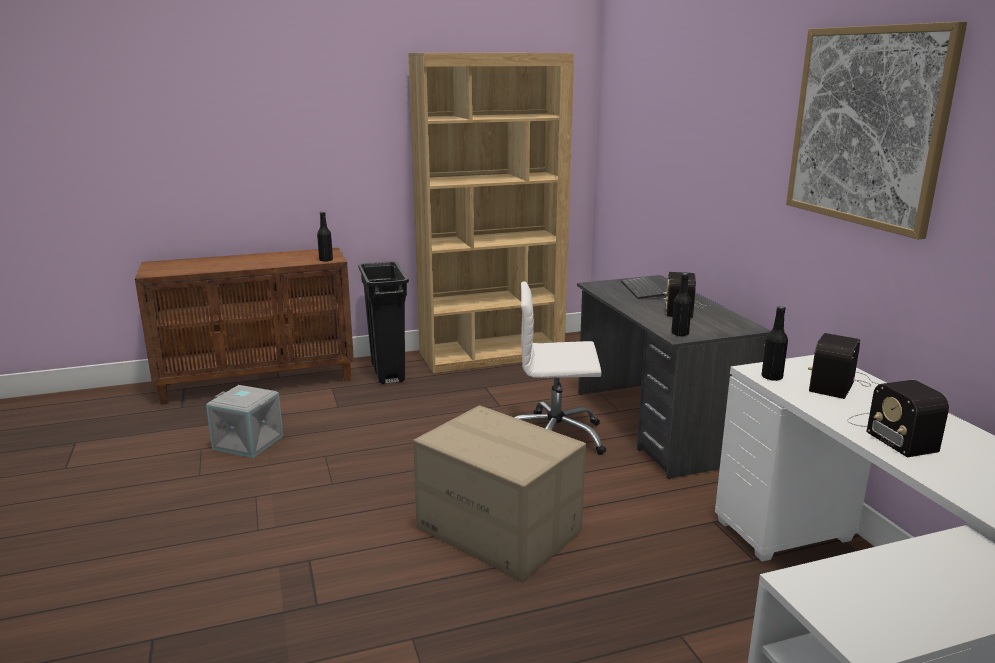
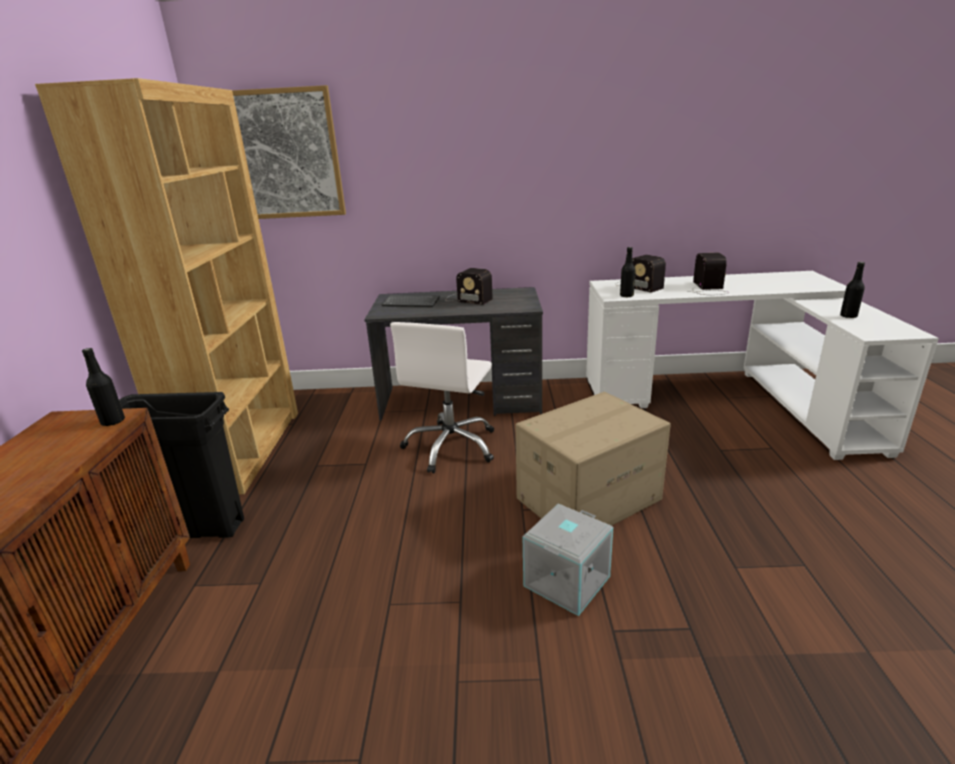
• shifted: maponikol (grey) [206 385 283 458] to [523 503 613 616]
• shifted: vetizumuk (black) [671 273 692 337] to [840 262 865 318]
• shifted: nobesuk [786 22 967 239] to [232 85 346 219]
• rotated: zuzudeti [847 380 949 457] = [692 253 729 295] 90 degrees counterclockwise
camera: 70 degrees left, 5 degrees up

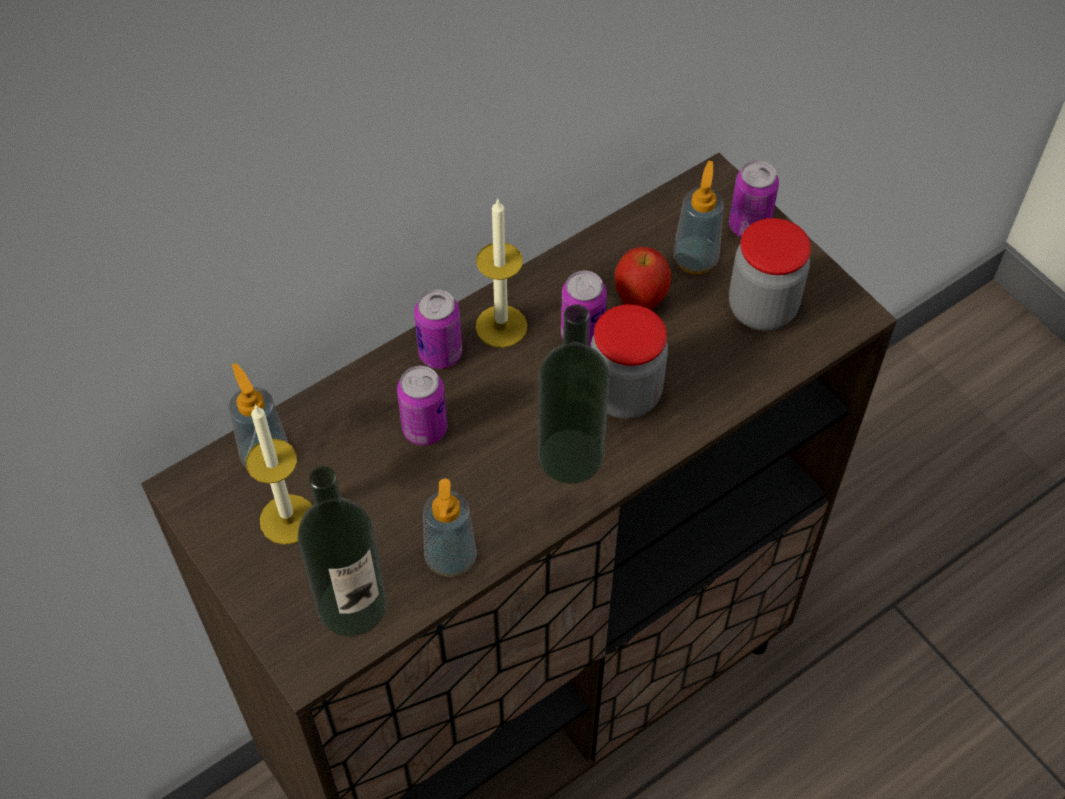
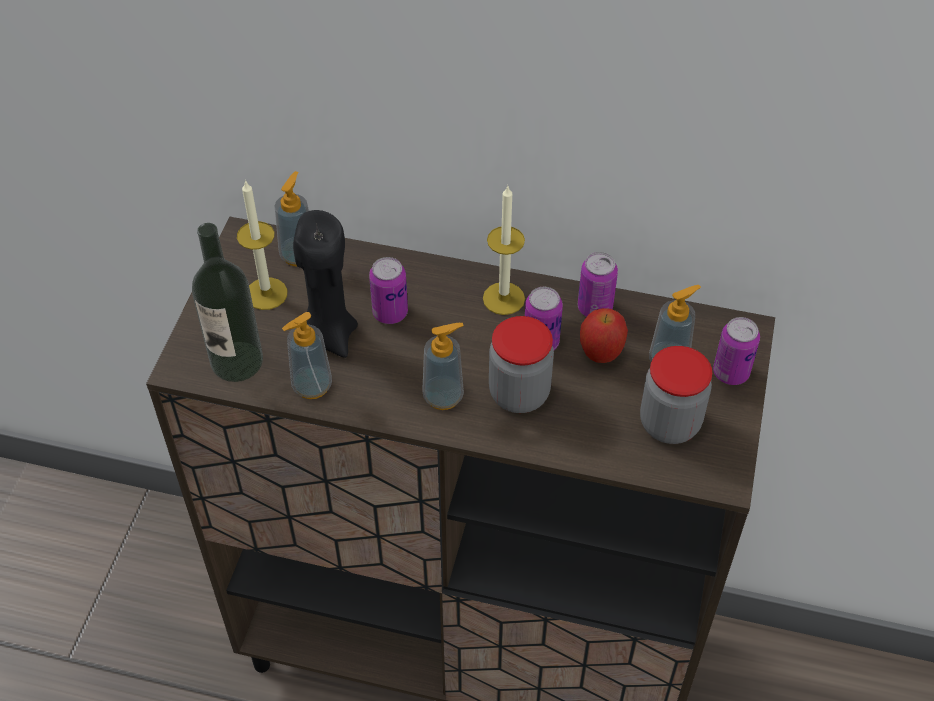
• new: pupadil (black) [293 210 358 358]
• shifted: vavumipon [414 289 462 369] to [578 252 618 317]
• swapped: vetizumuk [538 304 610 484] to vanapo [422 323 464 410]
camera: 50 degrees right, 5 degrees down

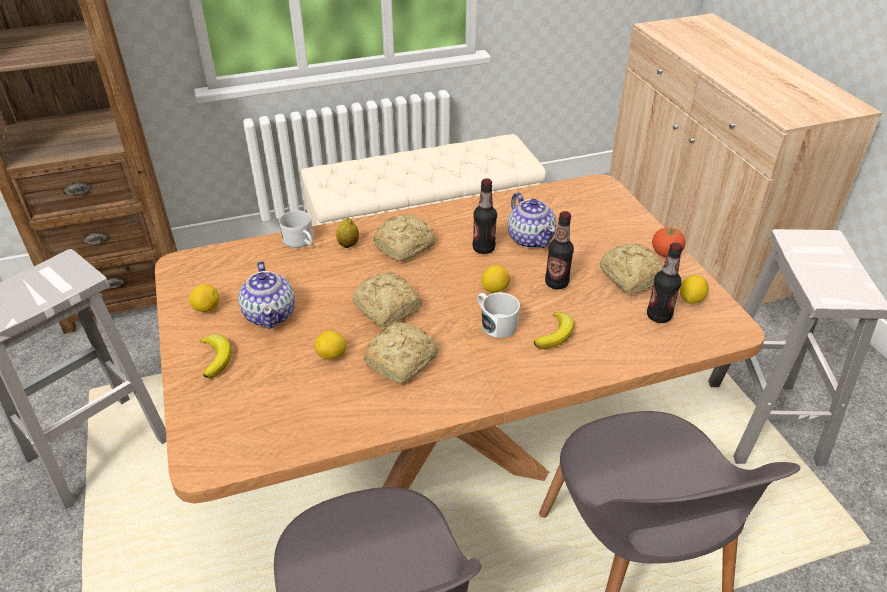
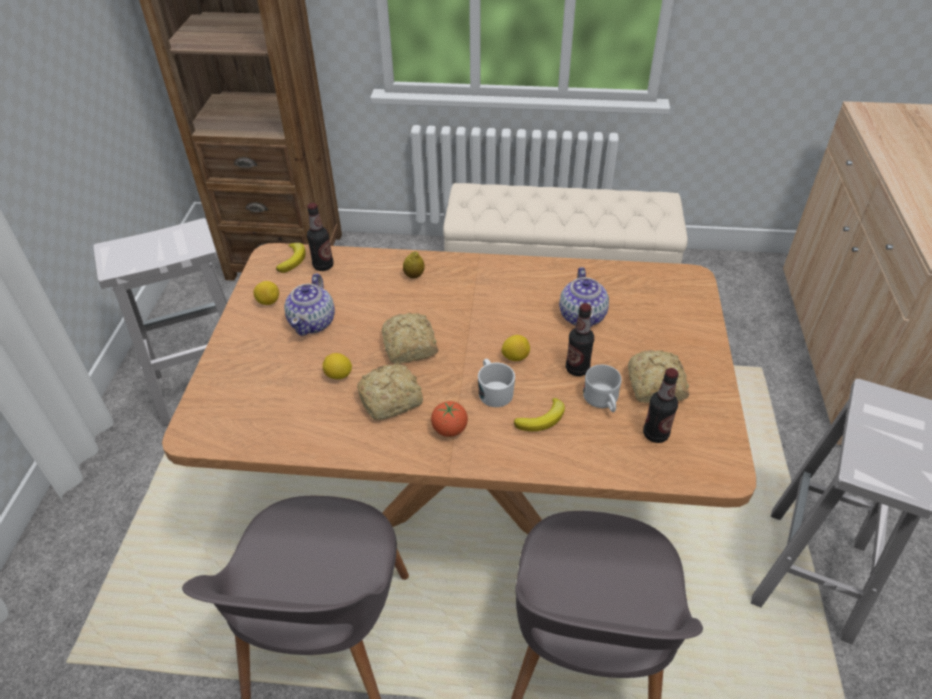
• gone: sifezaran [373 214 436 261]
• gone: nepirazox [680 275 709 304]
• shifted: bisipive [200 334 232 379] to [276 243 306 273]
• shifted: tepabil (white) [279 210 314 248] to [583 365 622 412]
• shifted: vetizumuk [473 178 497 254] to [307 203 333 271]
• shifted: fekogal [652 227 686 257] to [431 401 468 437]
camera: 25 degrees right, 5 degrees up

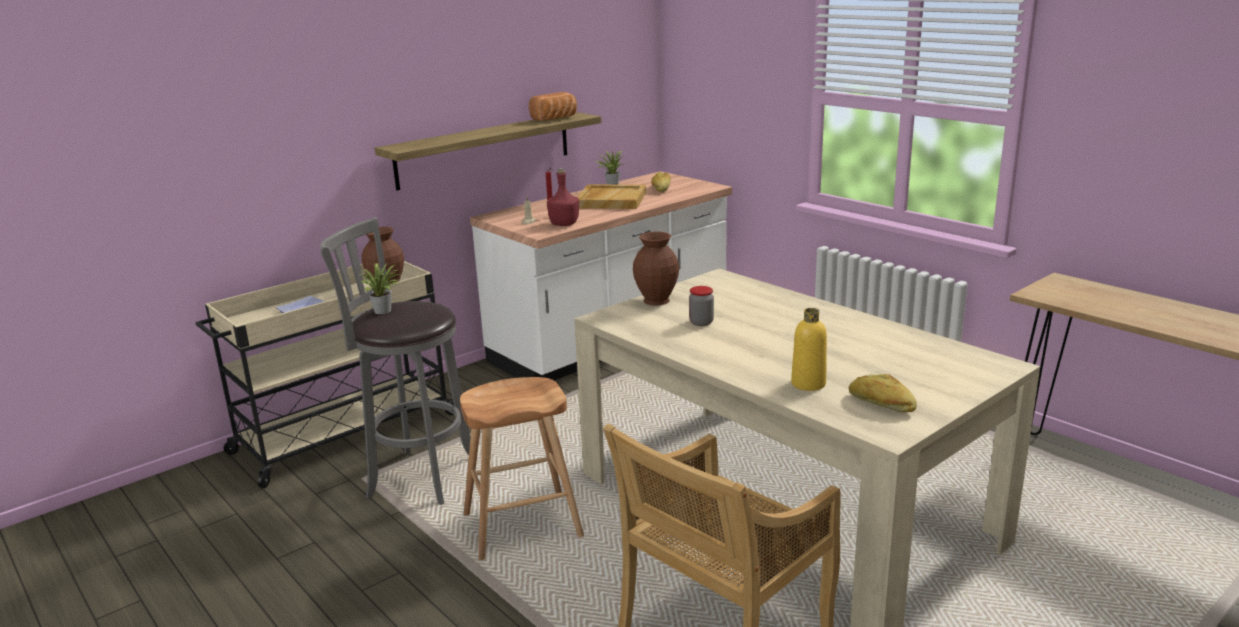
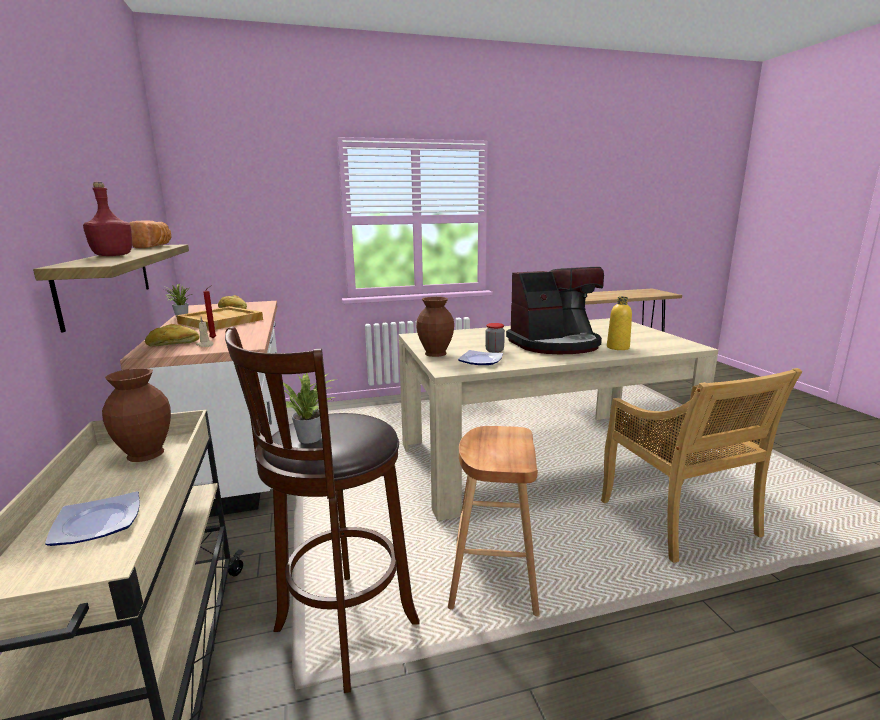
• new: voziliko [458 350 503 365]
• new: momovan [506 267 604 354]
• shifted: vetizumuk (red) [547 168 579 226] to [83 182 132 256]
• shifted: sifezaran [849 374 917 412] to [145 324 200 346]
• repainted: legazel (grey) [320 217 478 505] to legazel (brown) [225 327 420 693]
camera: 65 degrees left, 5 degrees down

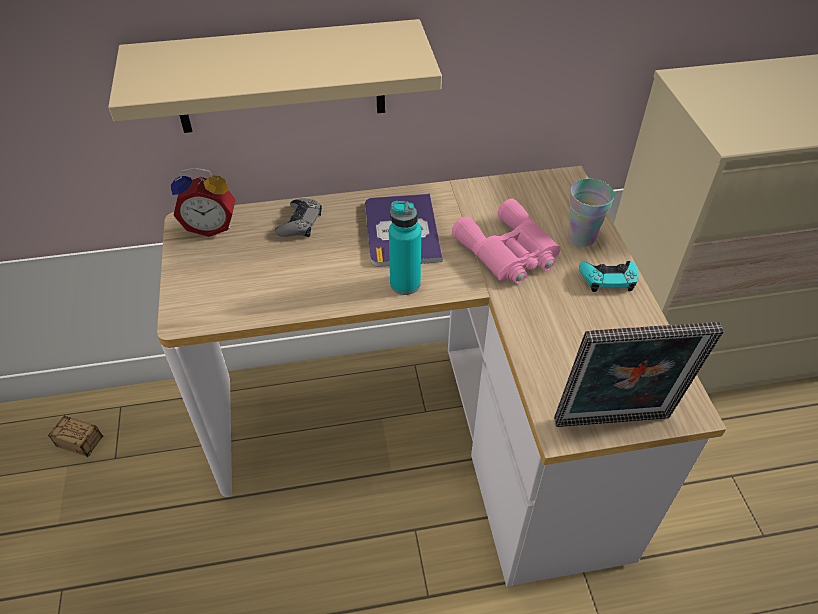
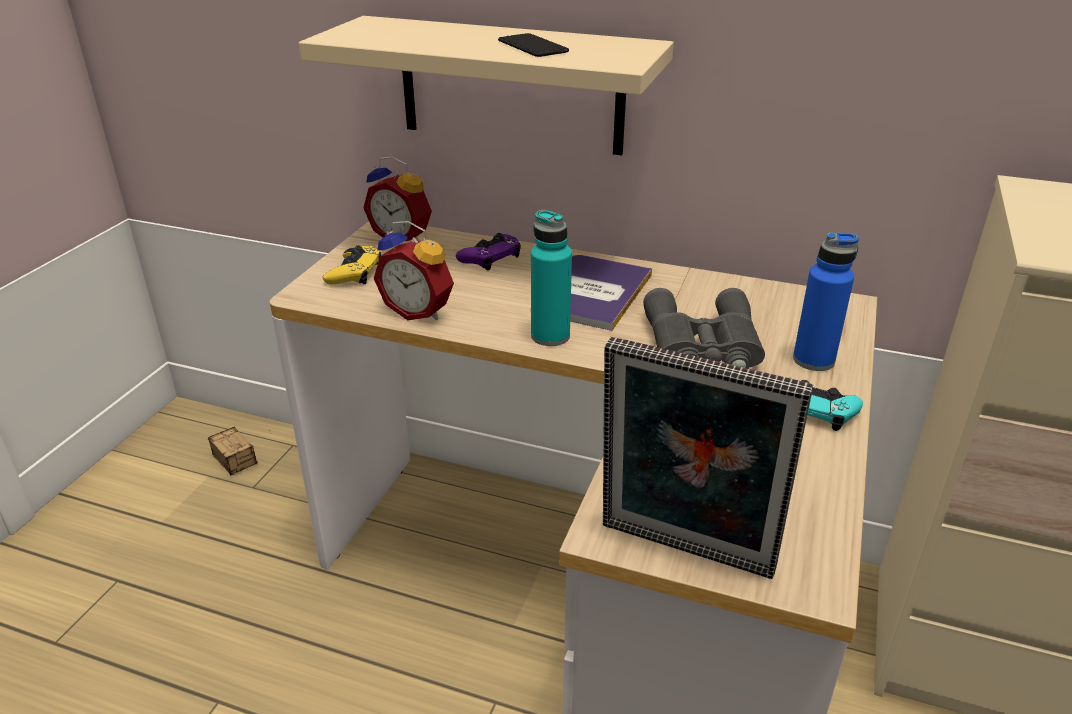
• new: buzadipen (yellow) [322 245 381 284]
• new: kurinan [374 221 454 320]
• new: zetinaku [498 33 569 57]
• swapped: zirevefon [568 179 615 247] to vetizumuk (blue) [793 232 859 371]
• repainted: buzadipen (grey) [275 198 322 237] to buzadipen (purple) [456 233 521 270]
• repainted: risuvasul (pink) [452 199 561 284] to risuvasul (grey) [643 288 765 369]
camera: 30 degrees right, 15 degrees down

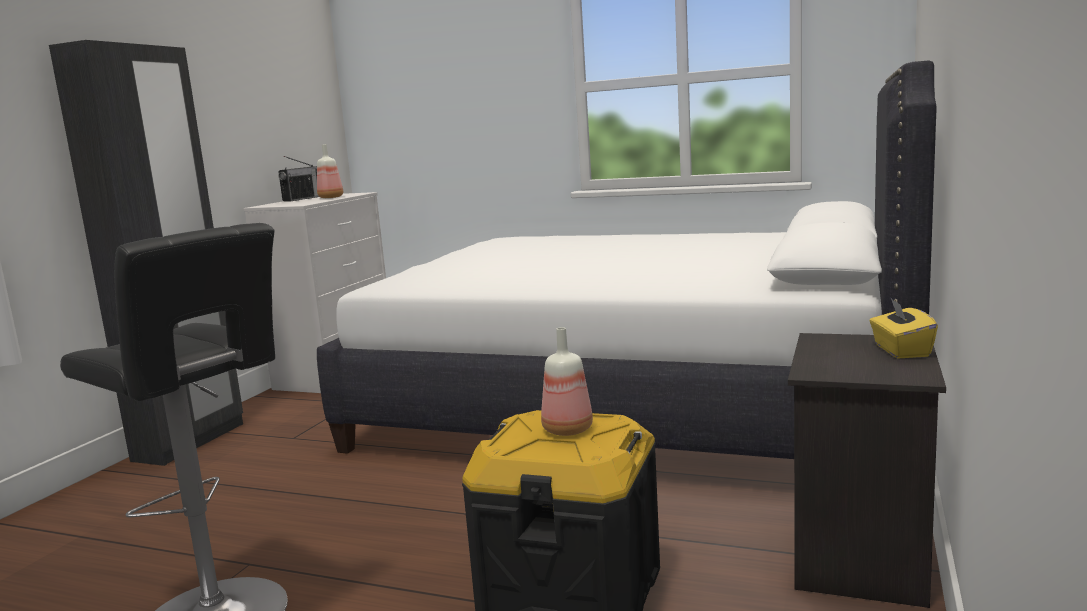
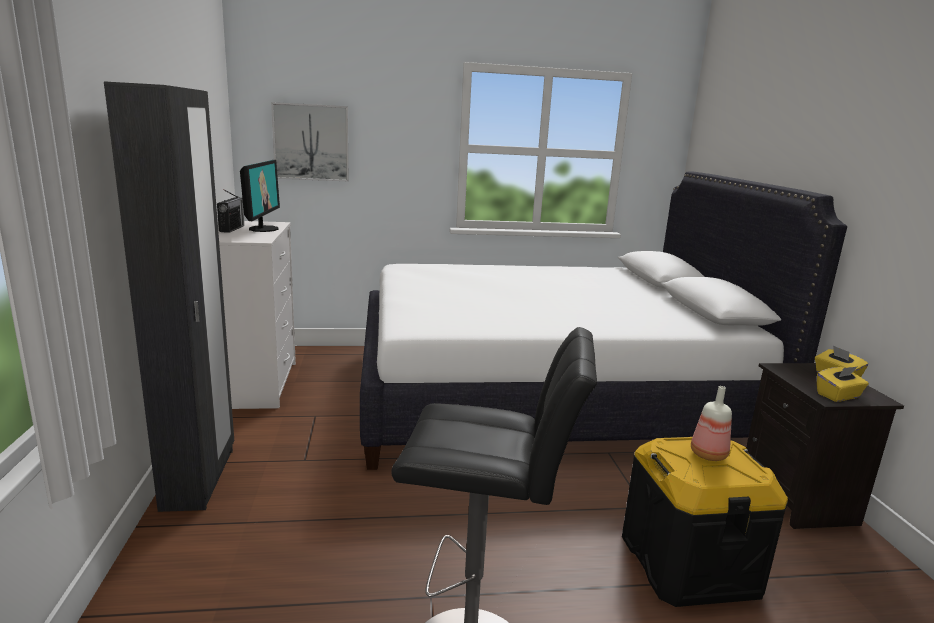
• new: nobesuk [271 102 349 181]
• new: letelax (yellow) [817 366 869 402]
• swapped: vetizumuk [317 144 343 198] to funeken [240 160 280 232]
camera: 30 degrees left, 5 degrees up

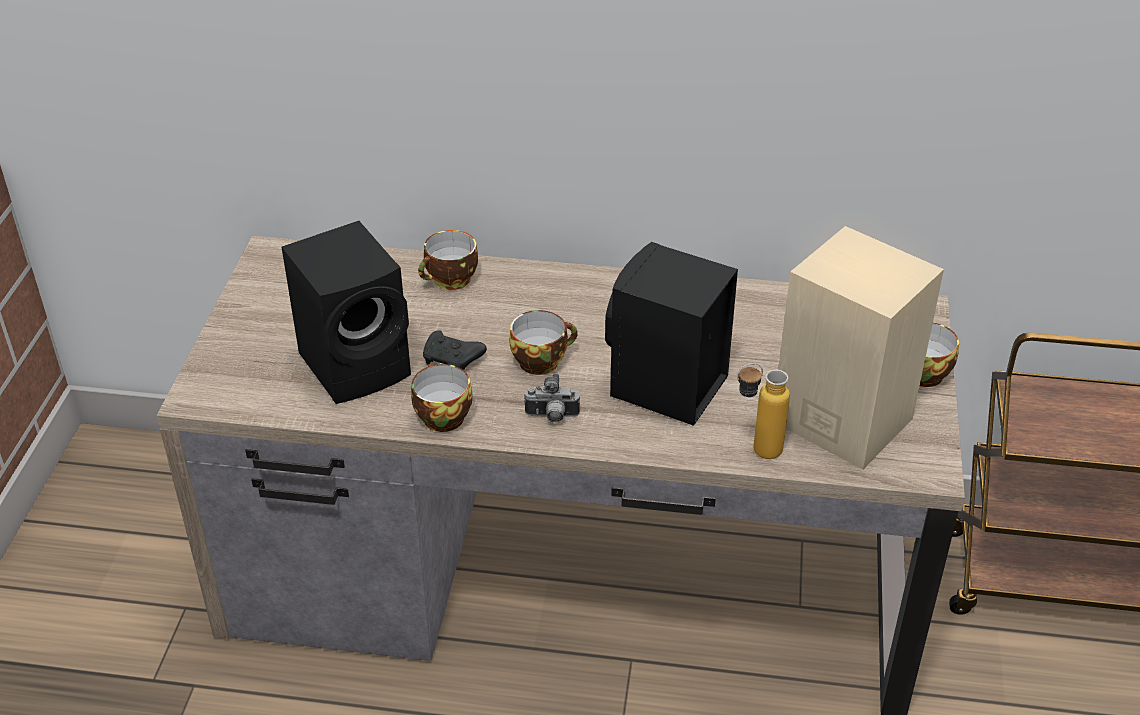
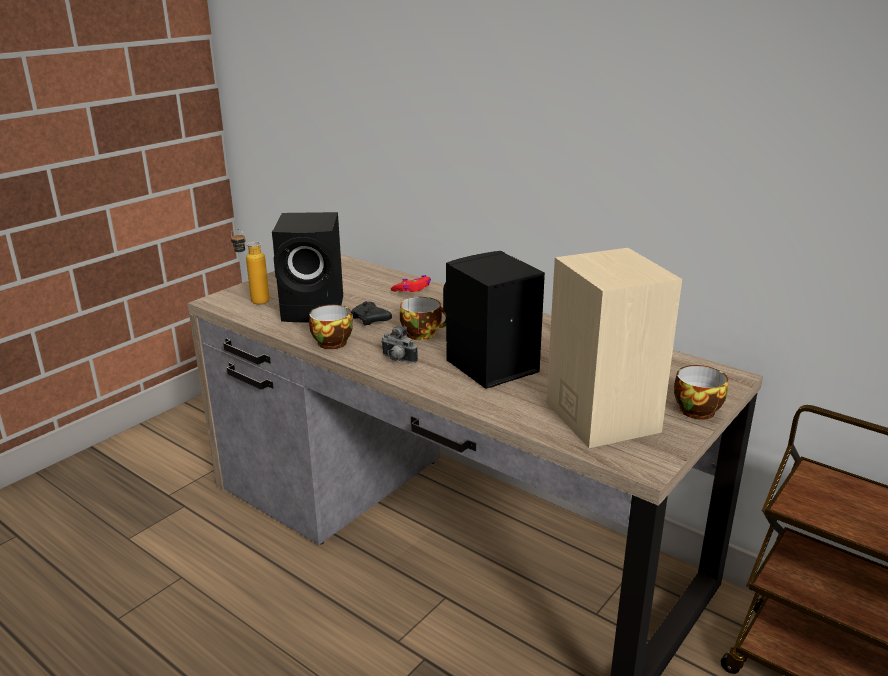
• shifted: vetizumuk [737 363 790 459] to [231 229 270 304]
• swapped: zirevefon [418 230 478 290] to buzadipen (red) [391 275 431 292]
camera: 30 degrees right, 15 degrees down

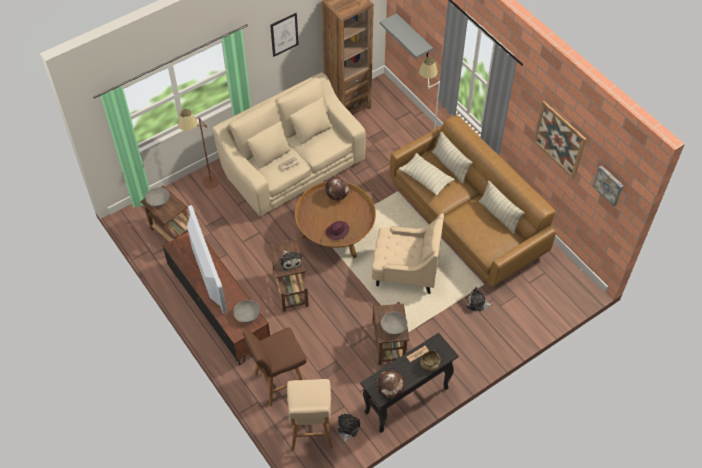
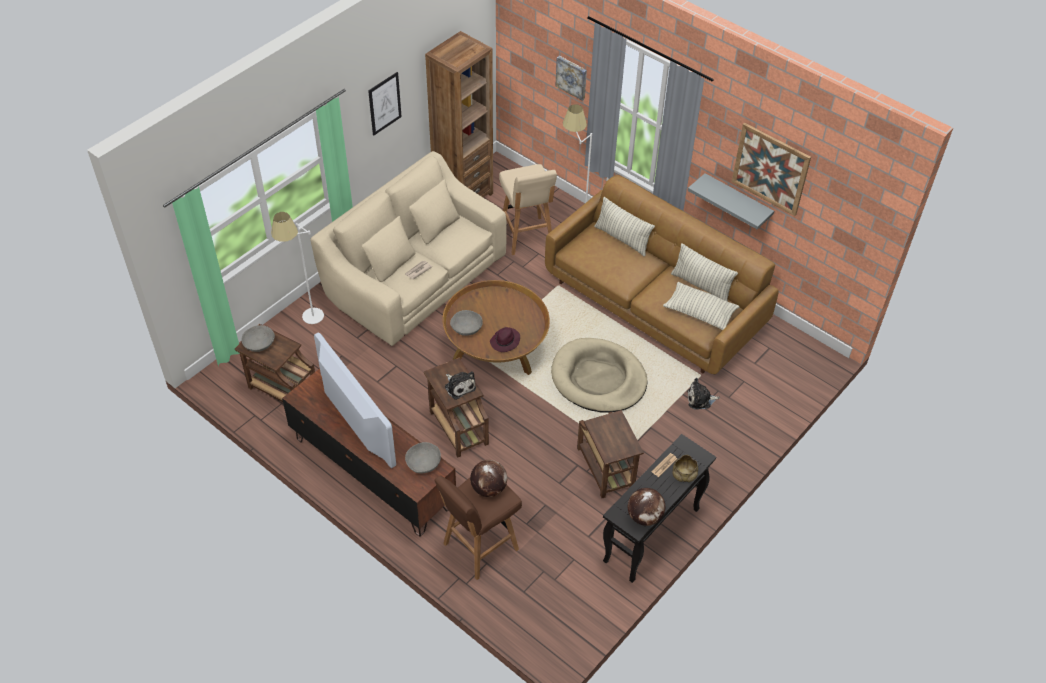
• gone: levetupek [337 413 360 443]
• shifted: legazel (beige) [287 379 333 451] to [499 164 557 255]
• shifted: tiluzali [325 177 349 201] to [470 460 507 497]
• shifted: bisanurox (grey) [380 13 433 59] to [688 173 774 229]
• shifted: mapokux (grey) [381 312 407 335] to [450 310 483 336]
• shifted: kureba [399 153 455 196] to [663 282 739 330]
• shifted: nobesuk [593 165 624 207] to [555 56 587 100]
• swapped: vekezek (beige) [372 213 444 294] to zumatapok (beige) [551 338 648 413]
• repainted: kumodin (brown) [178 109 219 188] to kumodin (white) [271 212 324 324]
camera: 15 degrees left, 5 degrees down

